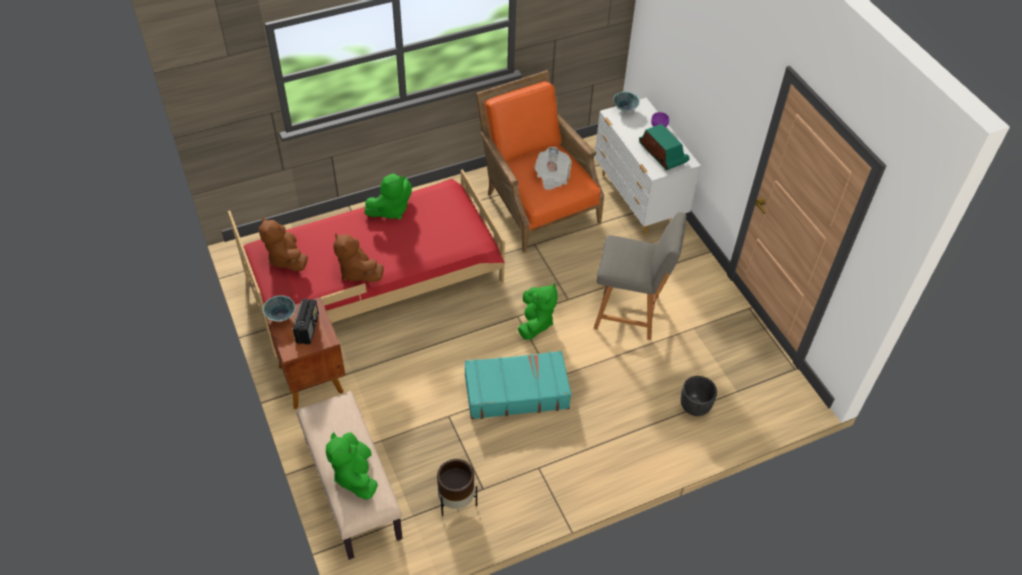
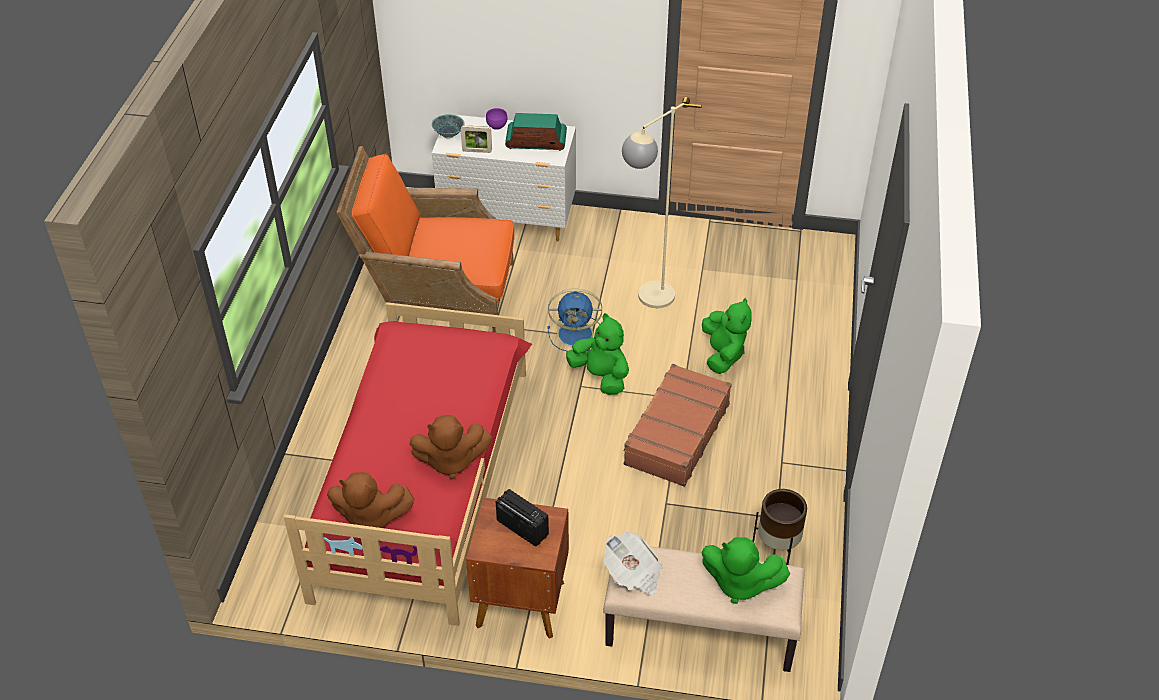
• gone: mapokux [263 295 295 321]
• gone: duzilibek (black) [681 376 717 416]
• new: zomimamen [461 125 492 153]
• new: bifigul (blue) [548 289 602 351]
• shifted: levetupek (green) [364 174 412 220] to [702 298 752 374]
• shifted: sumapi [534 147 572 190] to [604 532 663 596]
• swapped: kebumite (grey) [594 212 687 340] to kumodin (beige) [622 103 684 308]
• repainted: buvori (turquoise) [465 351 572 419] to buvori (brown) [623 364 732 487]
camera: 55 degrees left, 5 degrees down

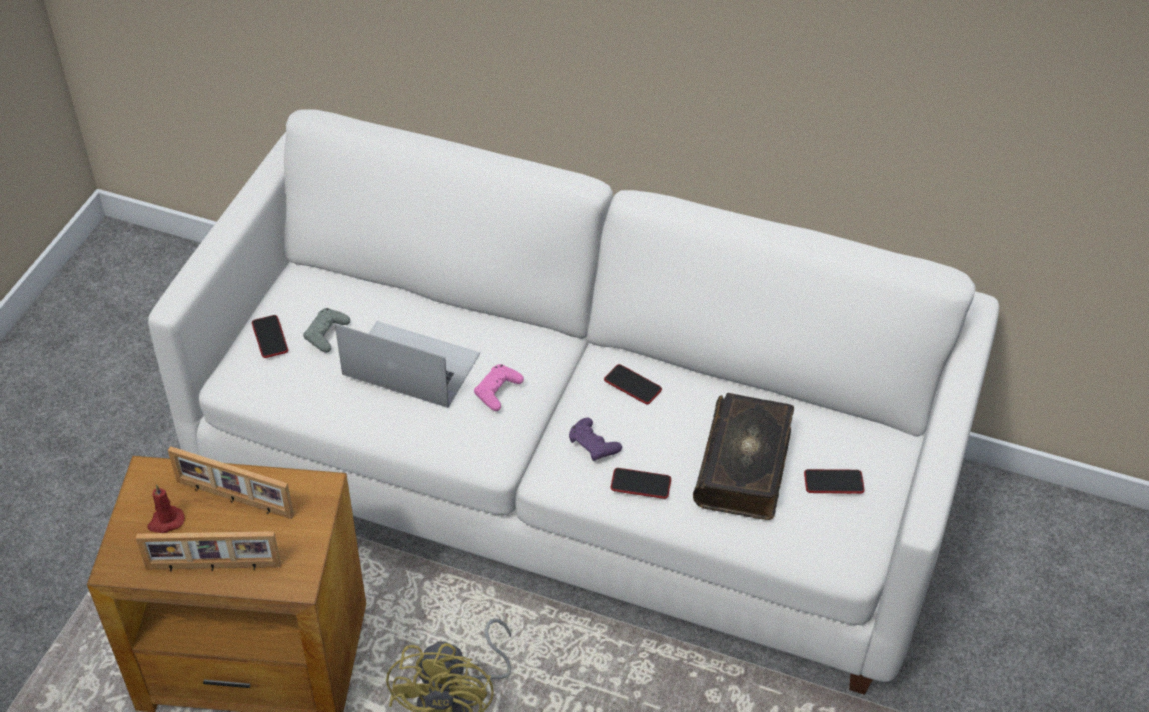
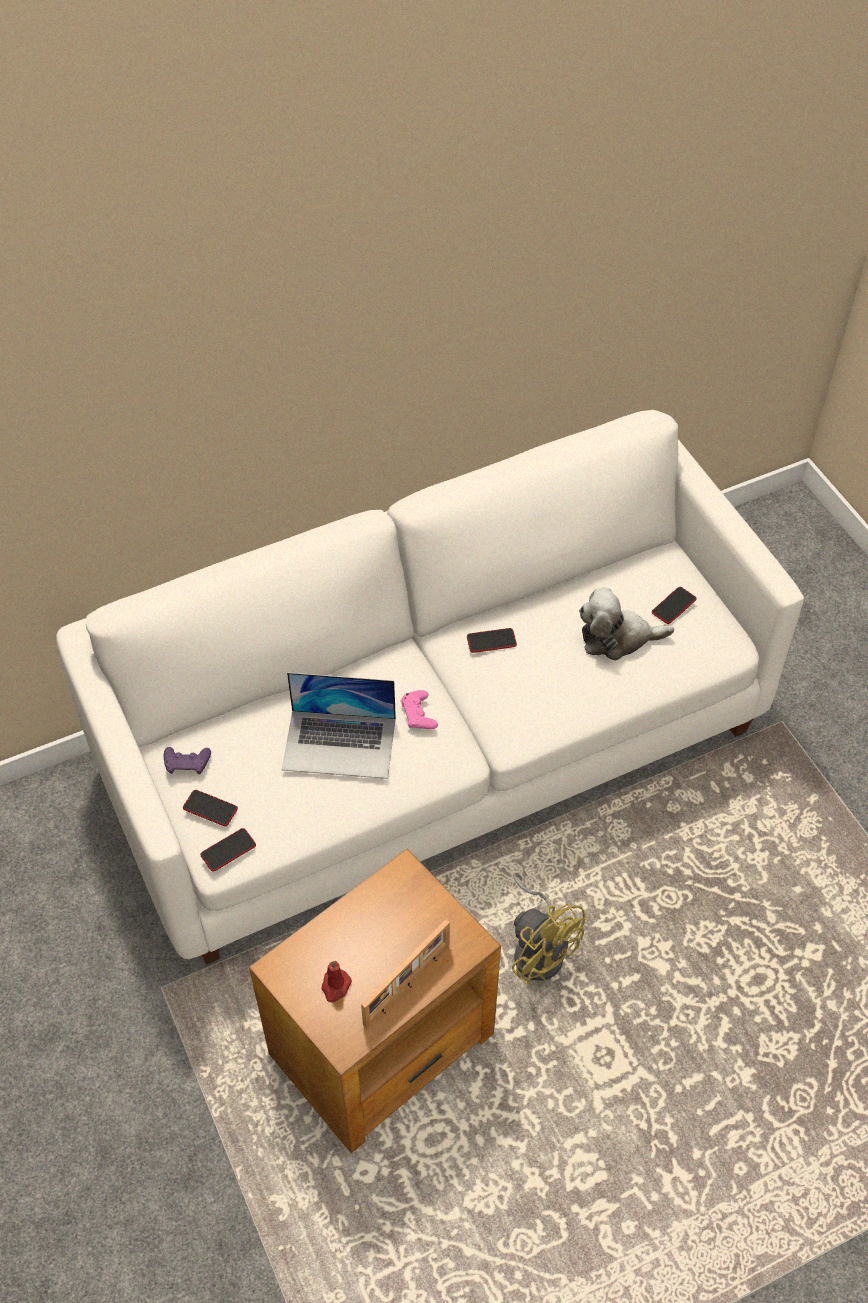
• gone: zomimamen [168 446 294 519]
• gone: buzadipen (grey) [303 308 350 352]
• shifted: buzadipen (purple) [569 418 622 461] to [164 747 211 774]
• shifted: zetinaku [611 468 671 499] to [200 828 256 871]
• swapped: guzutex [693 393 794 520] to levetupek [579 588 674 661]
• rotated: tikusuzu [335 321 480 408] = [282 672 396 779] 150 degrees counterclockwise
camera: 45 degrees left, 5 degrees up

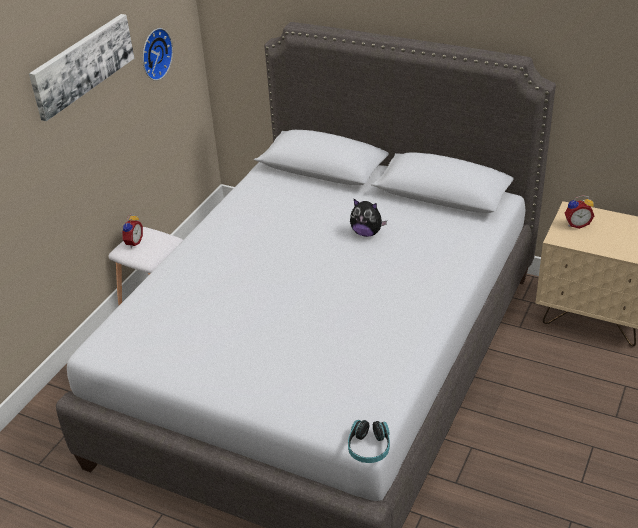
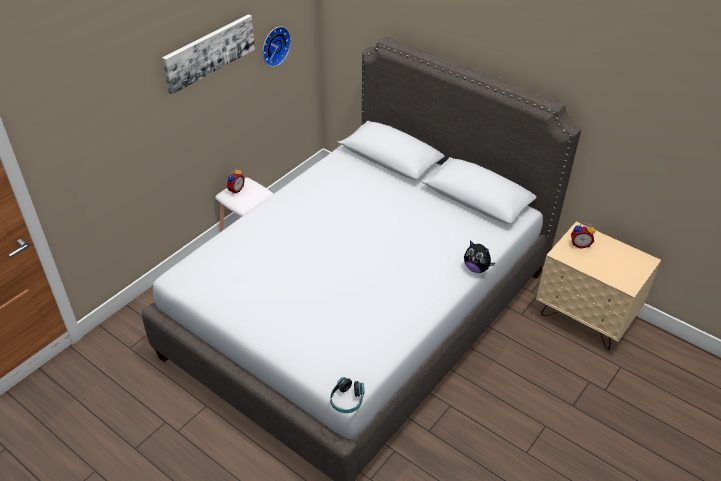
• shifted: levetupek [350 199 387 237] to [464 241 495 273]
camera: 10 degrees right, 5 degrees up

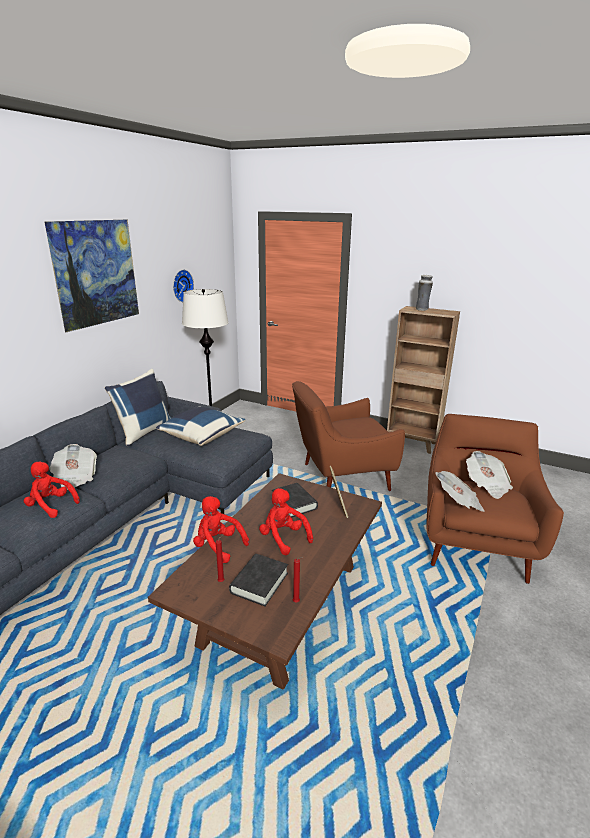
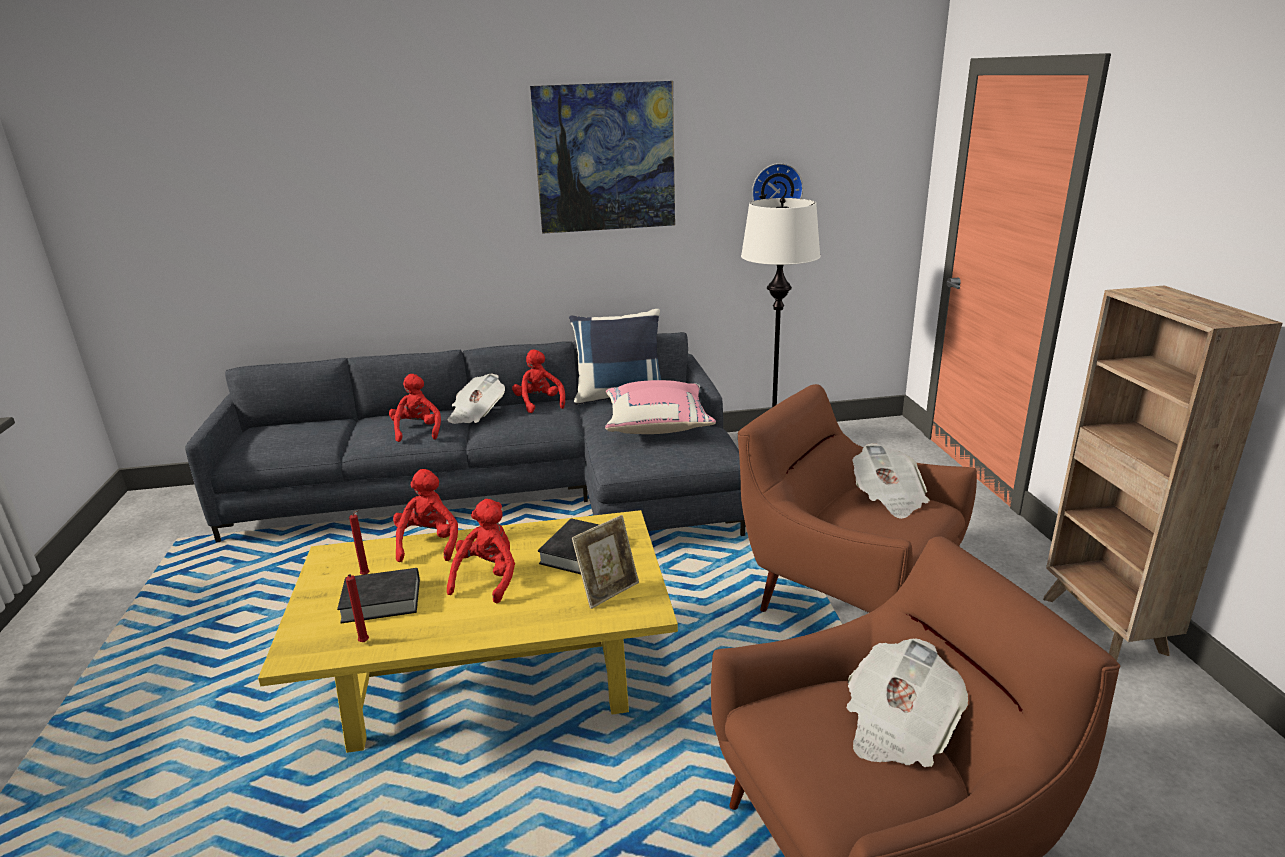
• gone: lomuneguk [416 275 433 311]
• new: levetupek (red) [512 350 565 413]
• shifted: sumapi [435 471 484 512] to [852 443 930 519]
• repainted: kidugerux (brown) [148 473 382 690] to kidugerux (yellow) [258 510 678 753]
• repainted: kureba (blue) [156 407 245 446] to kureba (pink) [605 380 716 434]
camera: 55 degrees right, 0 degrees up

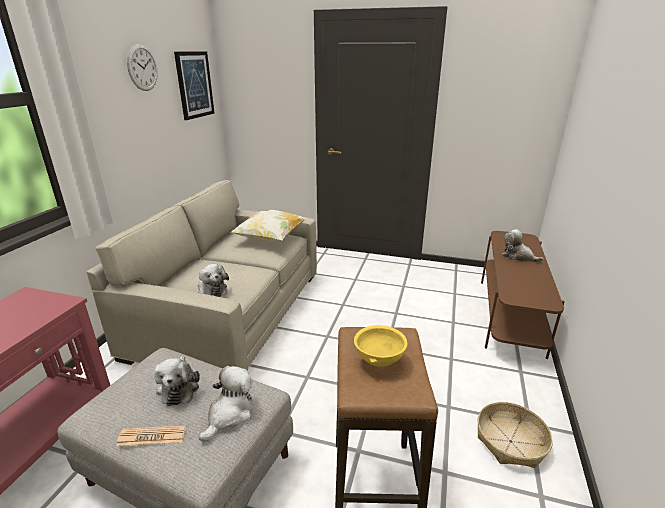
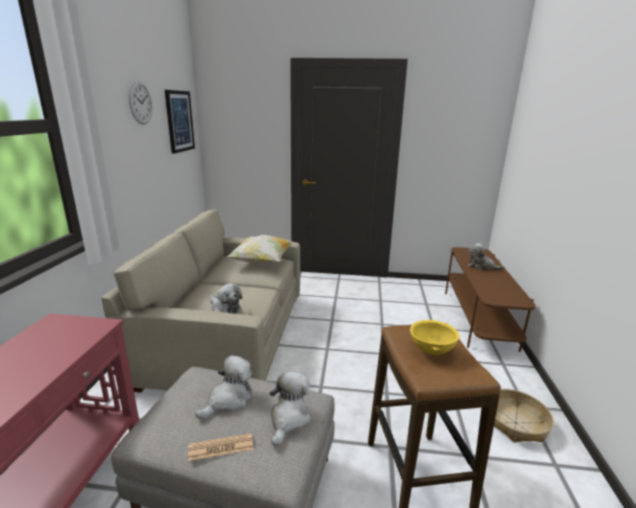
• rotated: levetupek [154 356 200 406] = [195 355 252 419] 120 degrees counterclockwise
camera: 10 degrees left, 5 degrees down

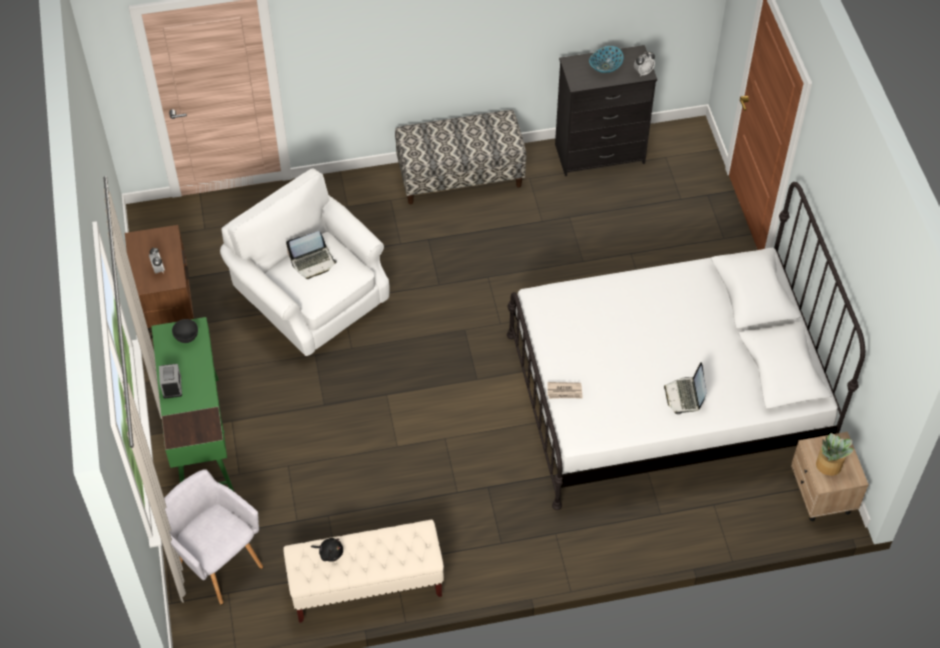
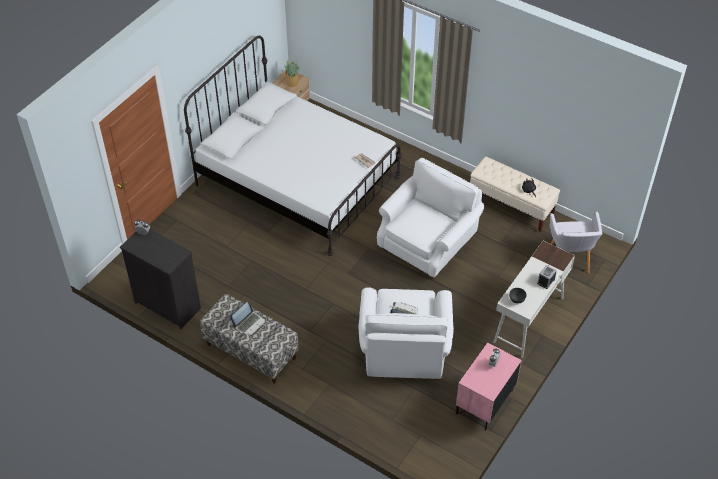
• gone: mapokux [589 46 624 73]
• new: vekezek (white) [377 158 484 278]
• shifted: tikusuzu [664 362 707 415] to [230 302 265 336]
• repainted: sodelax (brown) [125 225 194 339] to sodelax (pink) [456 343 521 431]
• repainted: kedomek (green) [151 317 234 491] to kedomek (white) [493 241 575 358]
camera: 135 degrees left, 5 degrees down

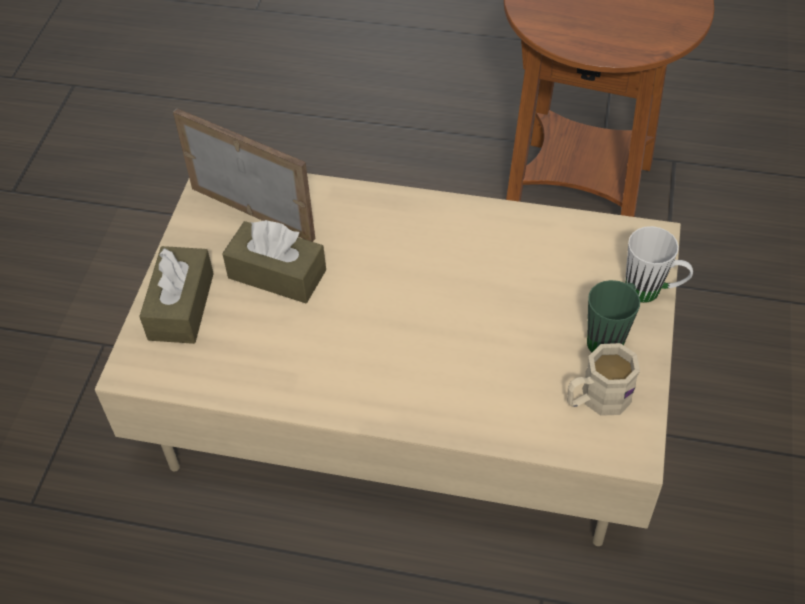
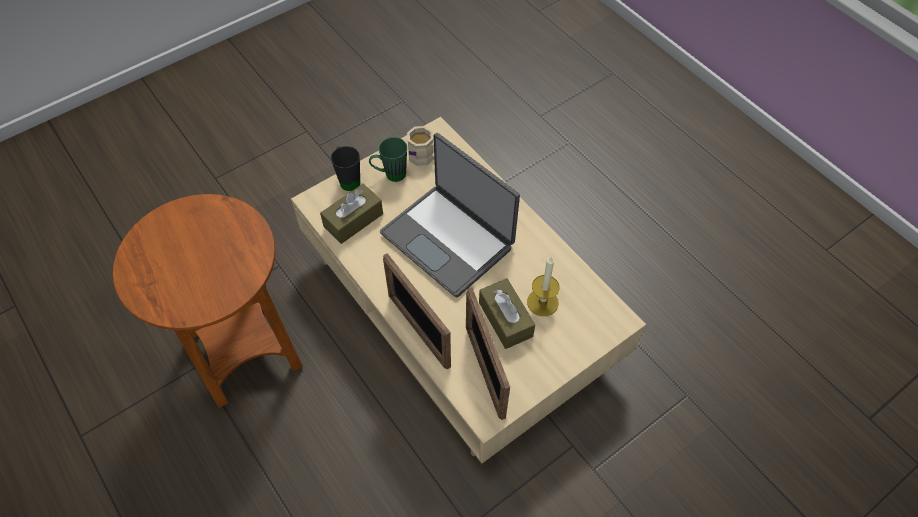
• new: tikusuzu [380 133 520 297]
• new: zomimamen [383 253 451 370]
• new: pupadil [527 256 560 316]
• shifted: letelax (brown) [139 246 214 344] to [320 184 383 244]
• repainted: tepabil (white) [625 226 693 303] to tepabil (black) [331 146 360 191]
camera: 140 degrees left, 5 degrees up

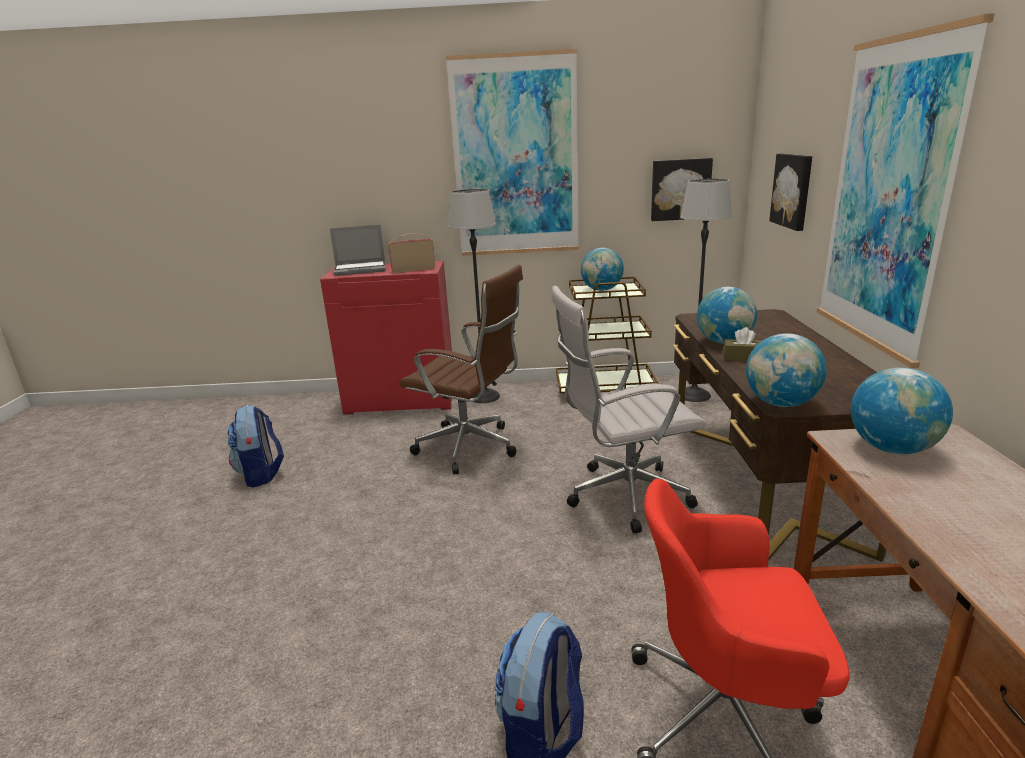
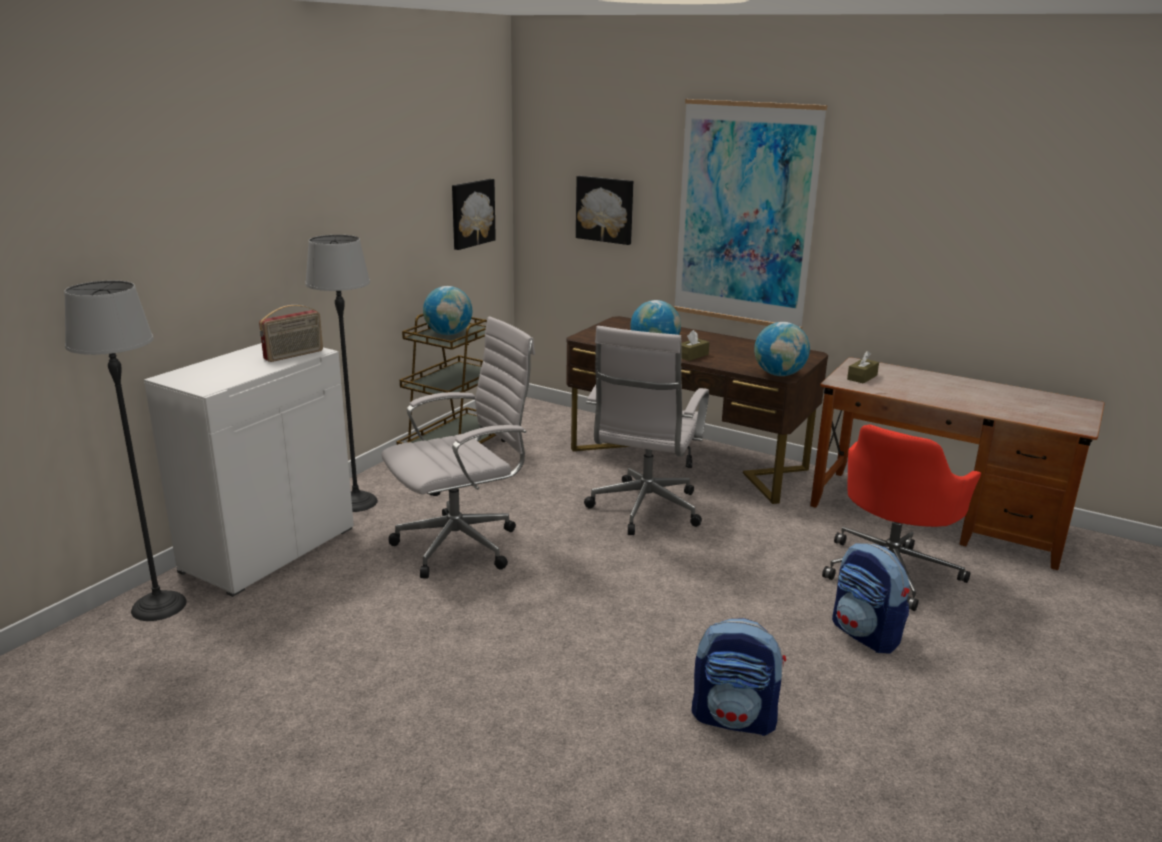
• gone: tikusuzu [330 225 386 276]
• gone: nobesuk [446 49 579 256]
• shifted: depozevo [227 405 284 488] to [692 618 786 736]
• shifted: kumodin [680 179 732 402] to [64 280 187 621]
• swapped: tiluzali [851 367 953 454] to letelax (brown) [847 351 879 384]
• repainted: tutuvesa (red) [320 261 452 415] to tutuvesa (white) [144 343 354 597]
• repainted: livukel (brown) [399 265 523 475] to livukel (white) [382 316 535 579]
• rotated: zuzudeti [388 233 435 273] = [259 305 323 362] 150 degrees counterclockwise
camera: 60 degrees left, 0 degrees up

